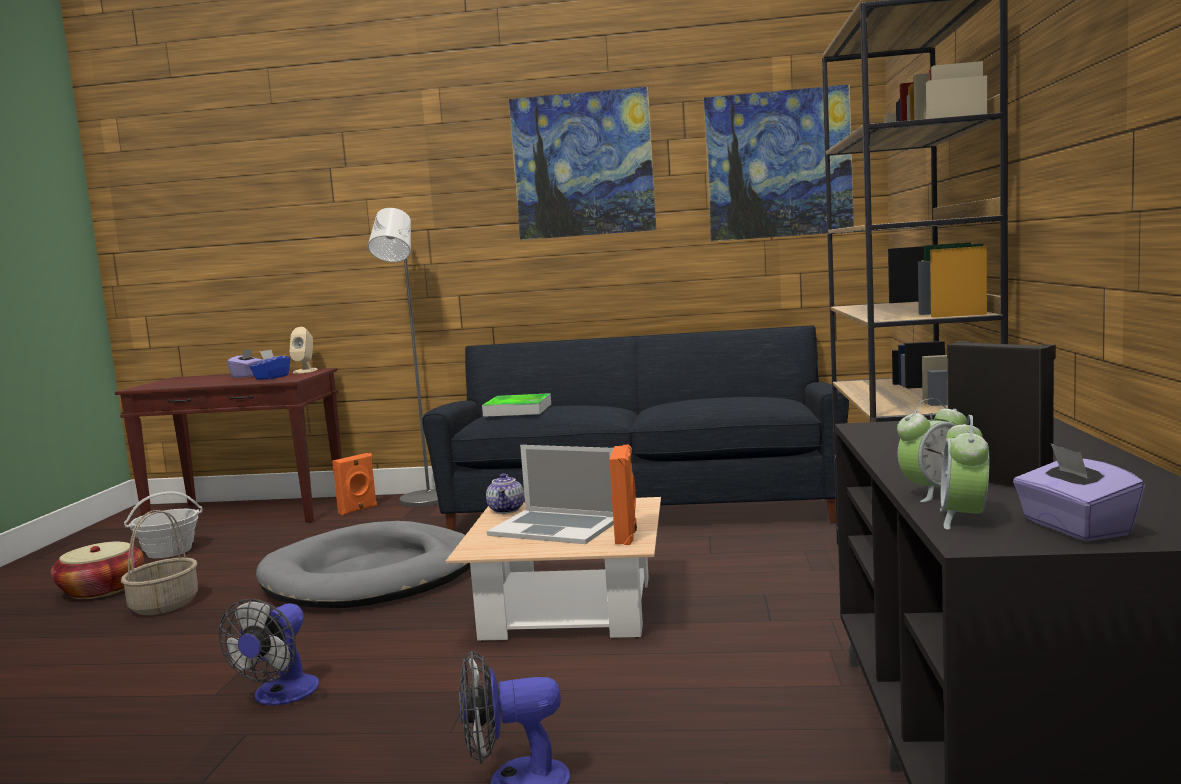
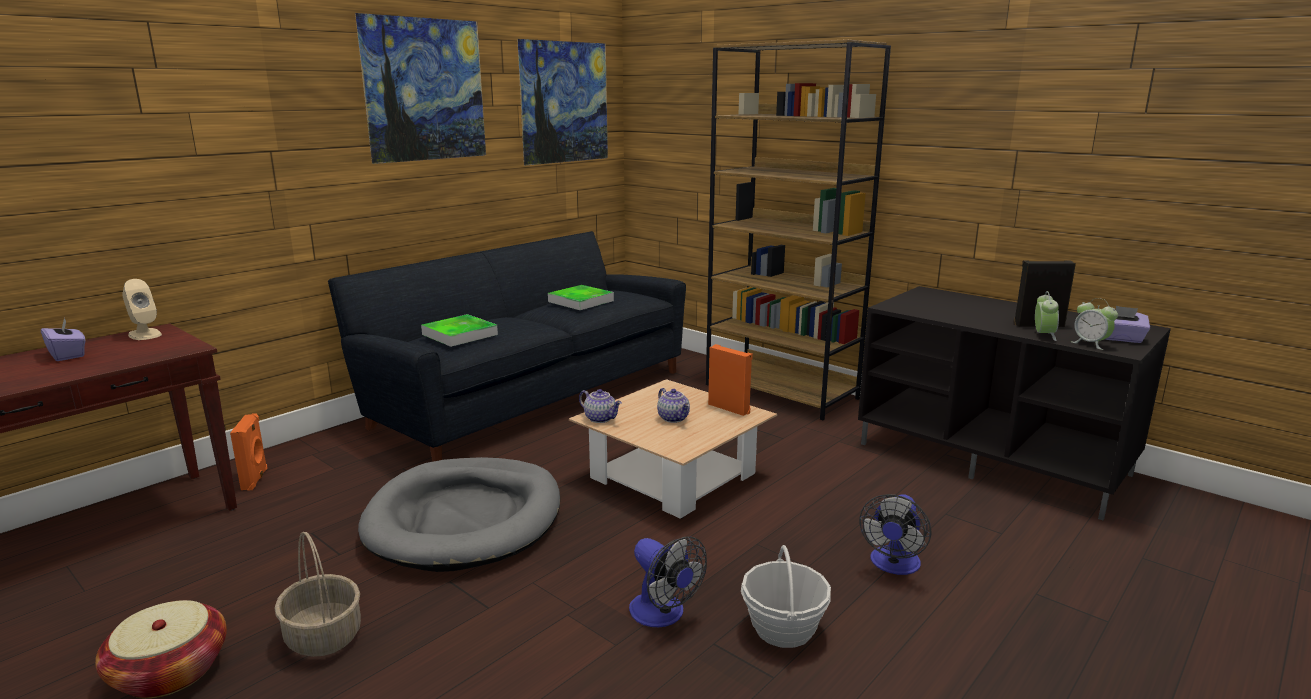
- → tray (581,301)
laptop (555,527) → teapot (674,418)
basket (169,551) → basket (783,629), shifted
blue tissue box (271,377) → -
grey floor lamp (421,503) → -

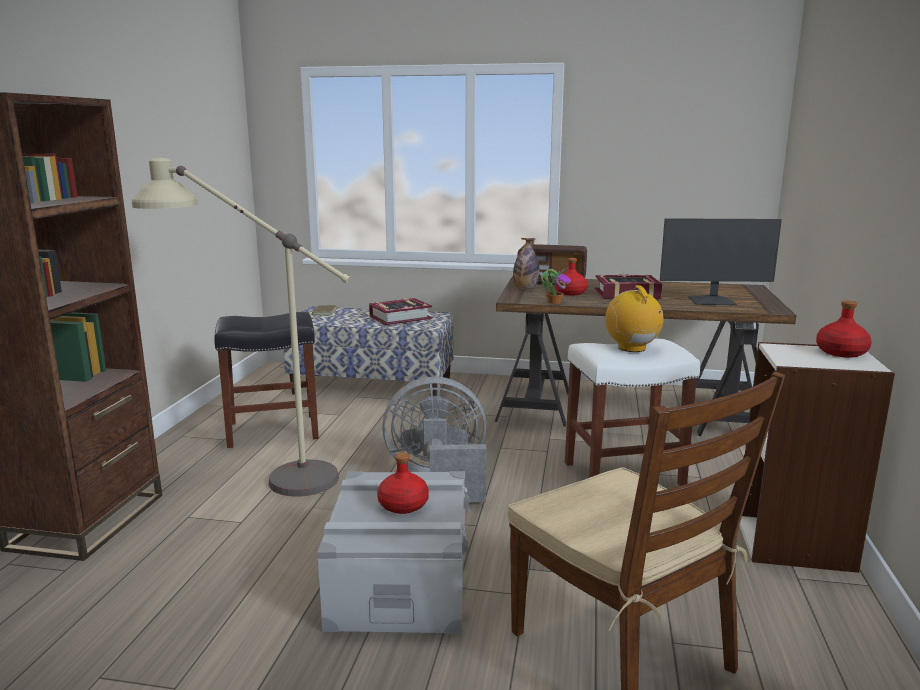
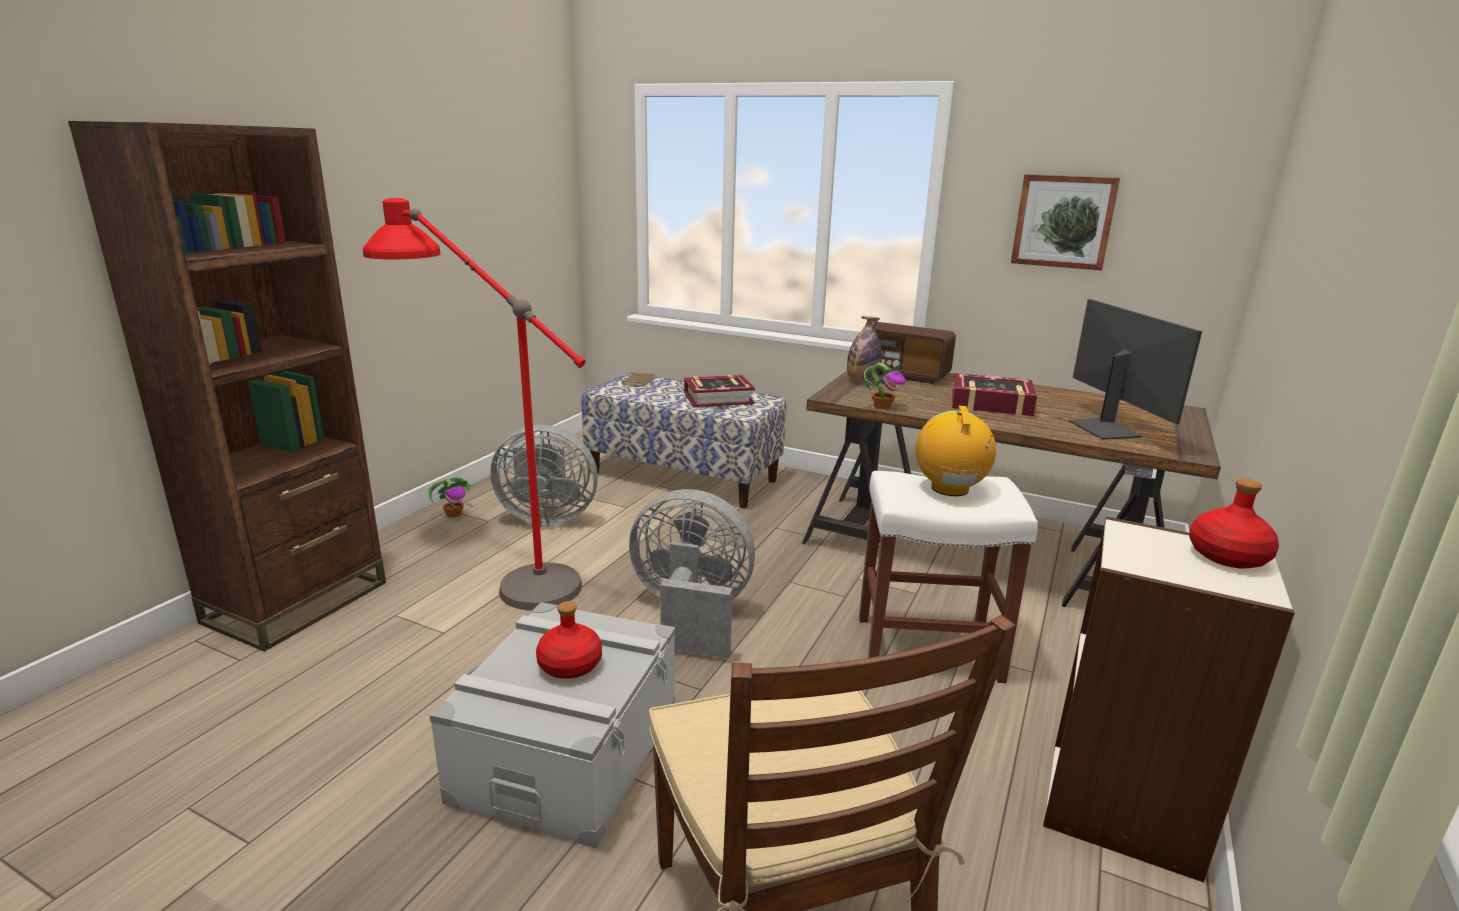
beige floor lamp (259,474) → red floor lamp (498,572)
- → potted plant (454,514)
black stool (274,430) → grey fan (546,517)
- → picture (1063,221)
monitor (712,301) → monitor (1105,429), 120 degrees counterclockwise
red bottle (570,293) → -

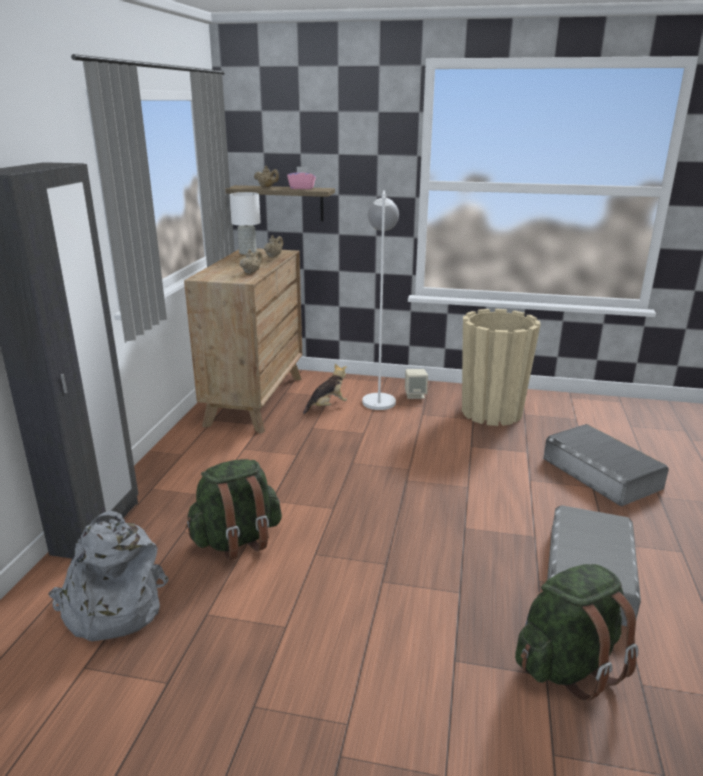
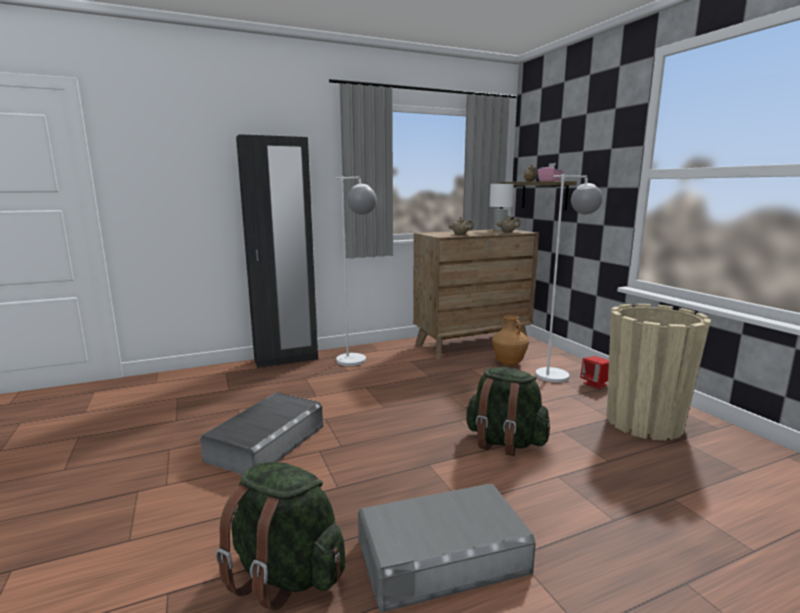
grey storage box (601,473) → grey storage box (267,443), shifted
- → white floor lamp (357,363)
green backpack (237,540) → green backpack (504,442), shifted
plush toy (327,406) → brown vase (508,363)
beige speaker (415,395) → red speaker (595,384)
grey backpack (112,608) → -

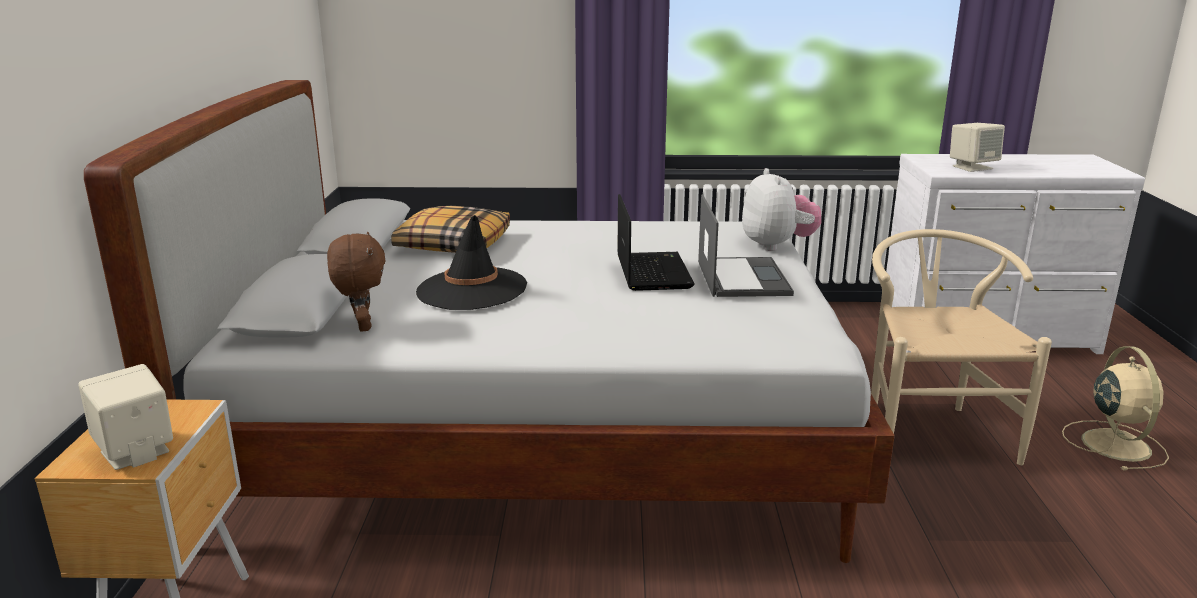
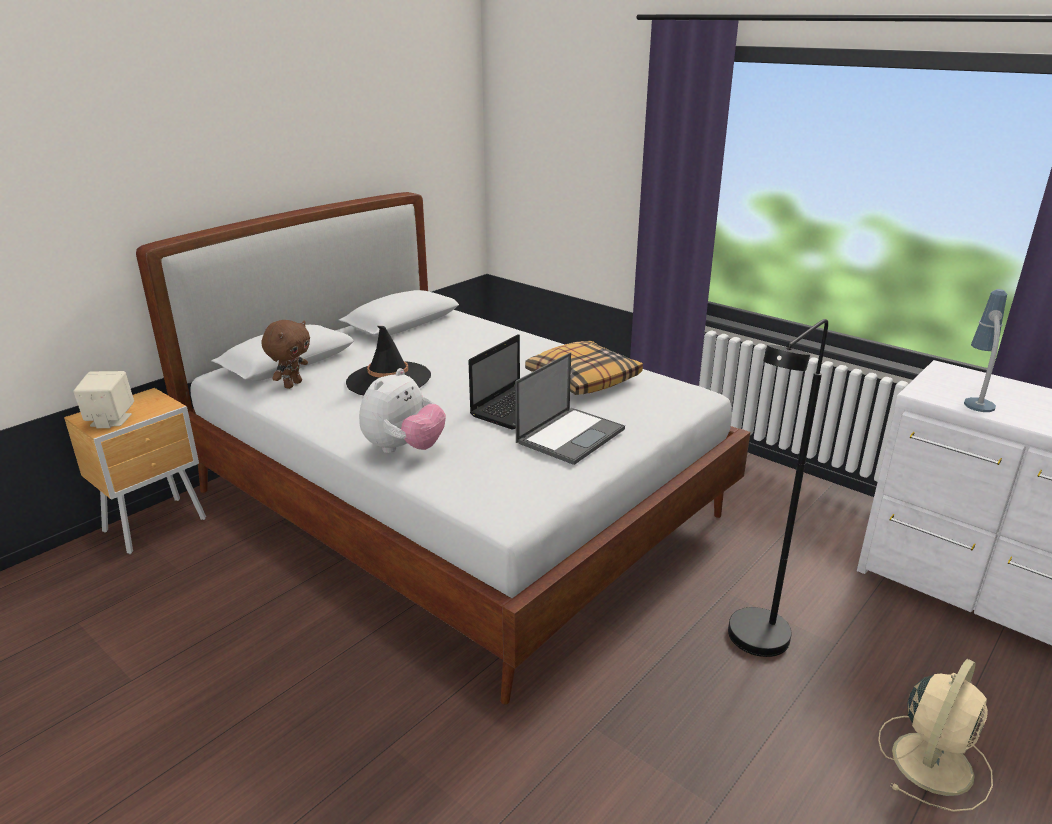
plush toy (777,246) → plush toy (404,449), shifted
pillow (453,244) → pillow (582,379), shifted
beige chair (929,429) → black floor lamp (753,646)
beige speaker (972,167) → table lamp (975,397)

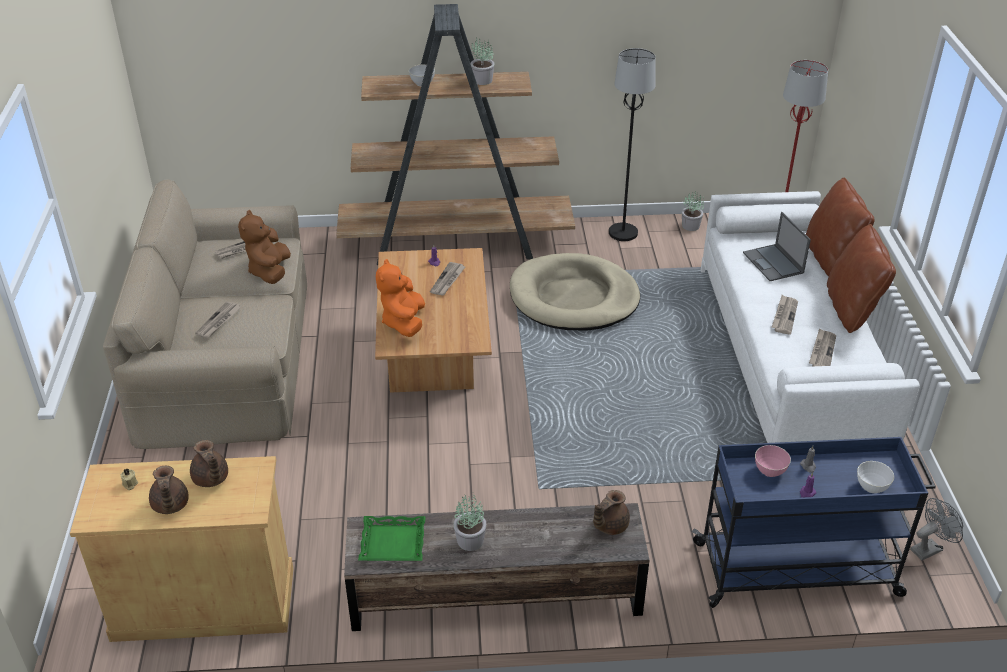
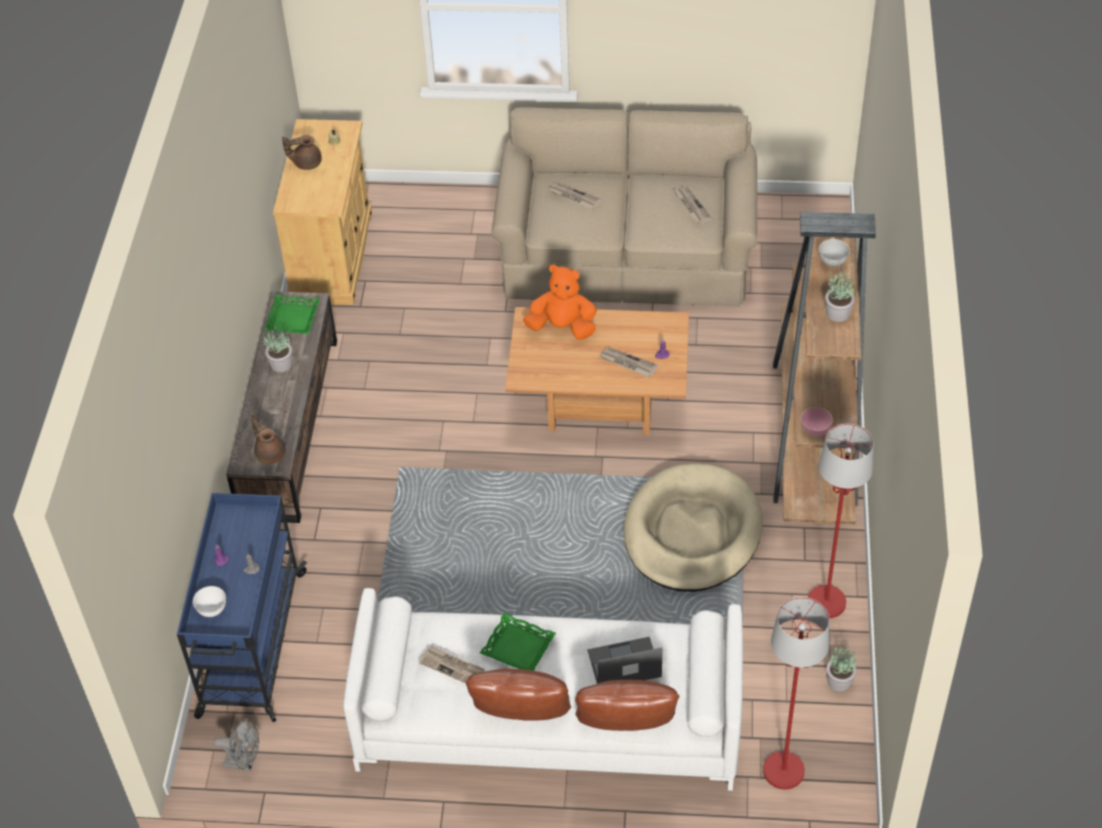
grey fan (929,548) → grey fan (244,762), 60 degrees counterclockwise
newspaper (784,316) → green tray (518,647)
pink bowl (769,471) → pink bowl (815,430), shifted
black floor lamp (623,233) → red floor lamp (826,603)
brown teapot (211,479) → -
brown plush toy (270,271) → -

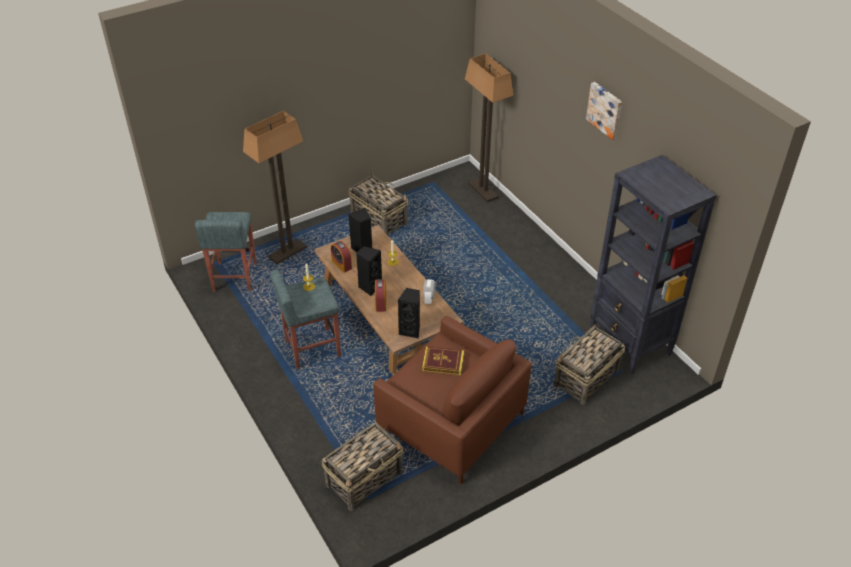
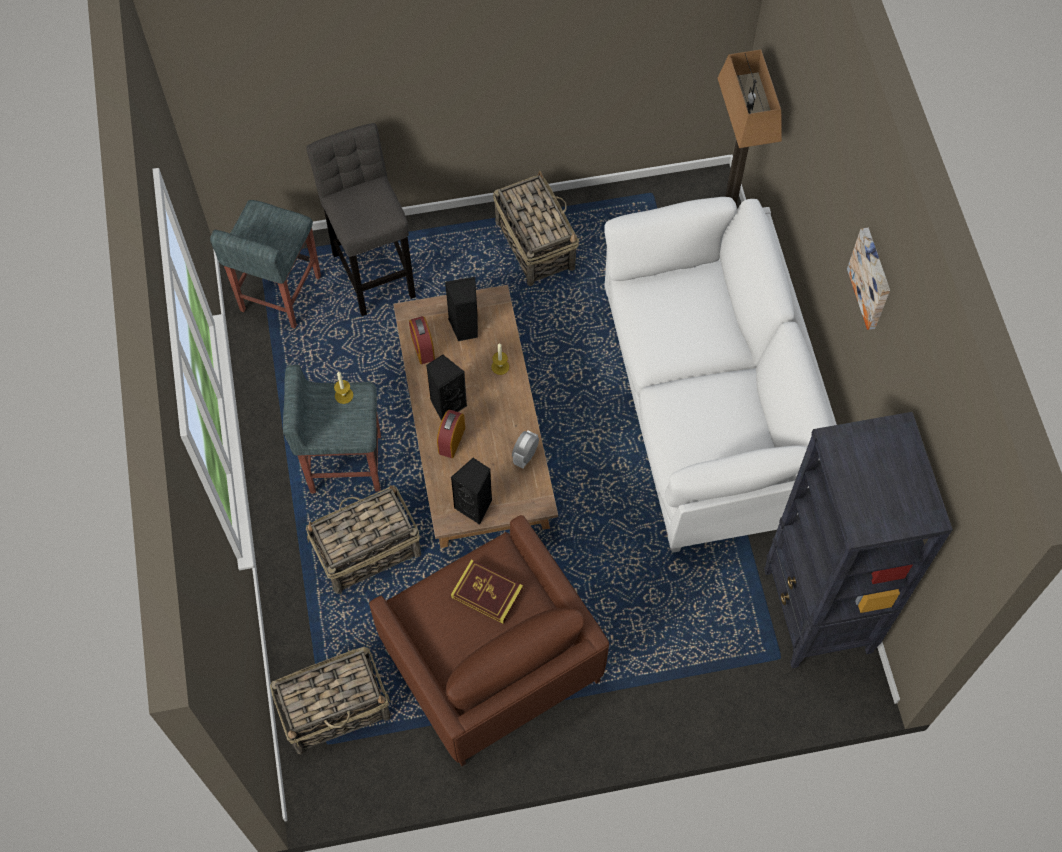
floor lamp (288,252) → grey stool (373,270)
basket (585,378) → basket (366,552), shifted
- → white sofa (711,408)

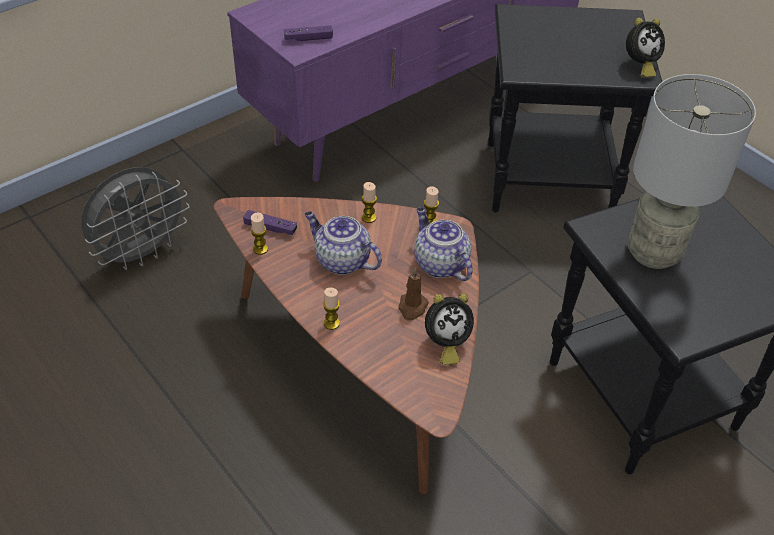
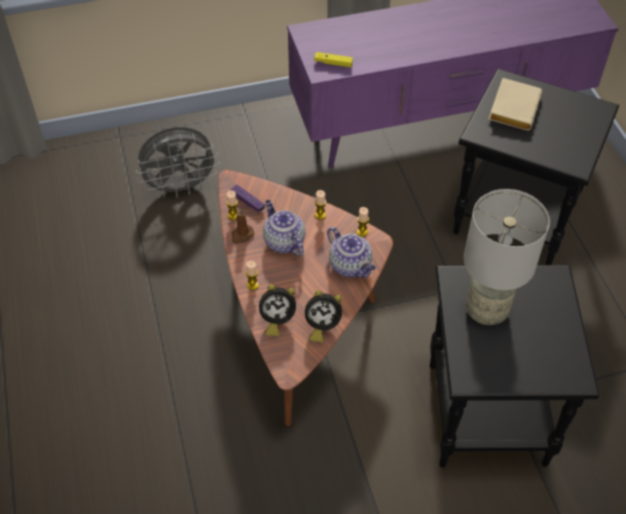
brown candle (412,307) → brown candle (242,235), shifted
alarm clock (639,66) → alarm clock (276,320), shifted
purple game controller (308,38) → yellow game controller (333,63)
teapot (439,264) → teapot (351,266), 150 degrees clockwise
- → beige book (512,107)

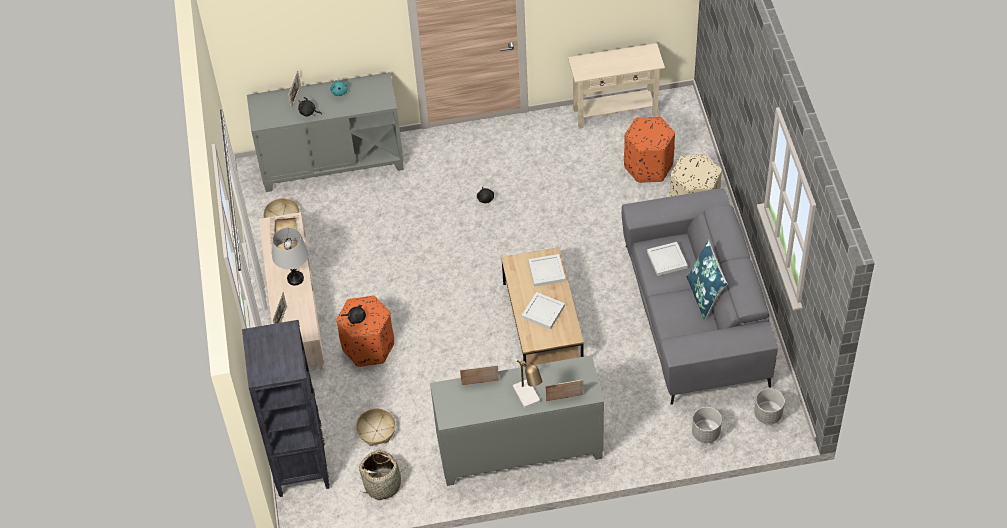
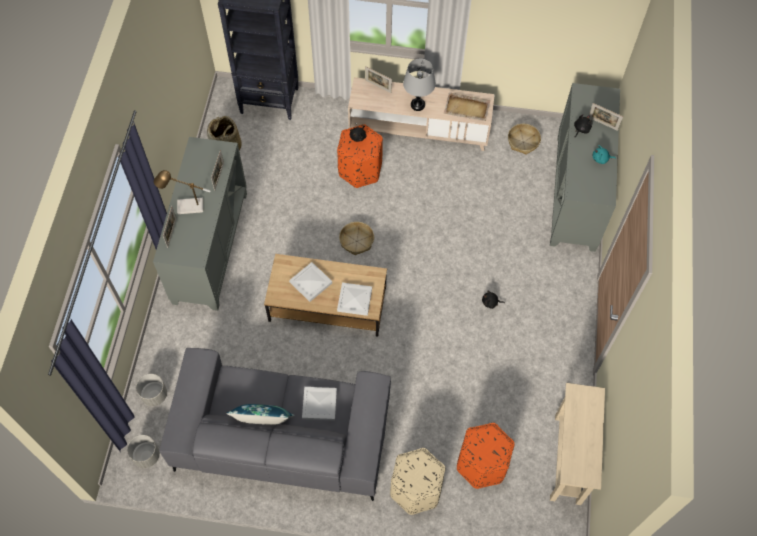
basket (376,431) → basket (356,241), shifted

